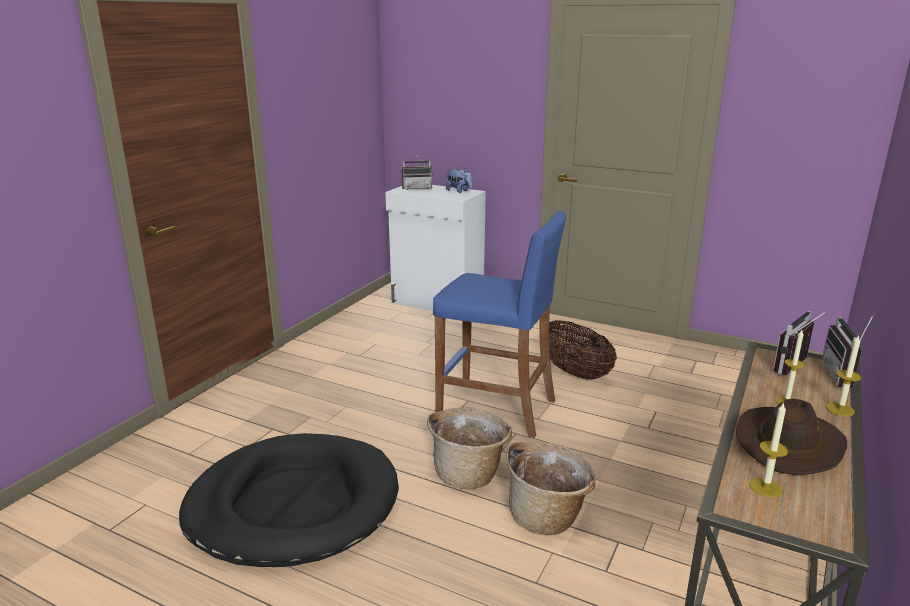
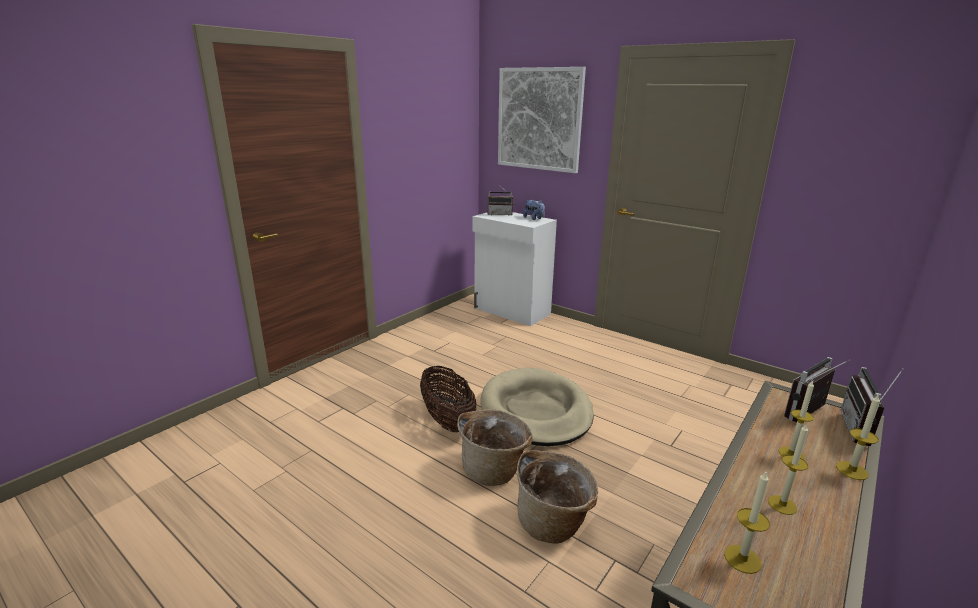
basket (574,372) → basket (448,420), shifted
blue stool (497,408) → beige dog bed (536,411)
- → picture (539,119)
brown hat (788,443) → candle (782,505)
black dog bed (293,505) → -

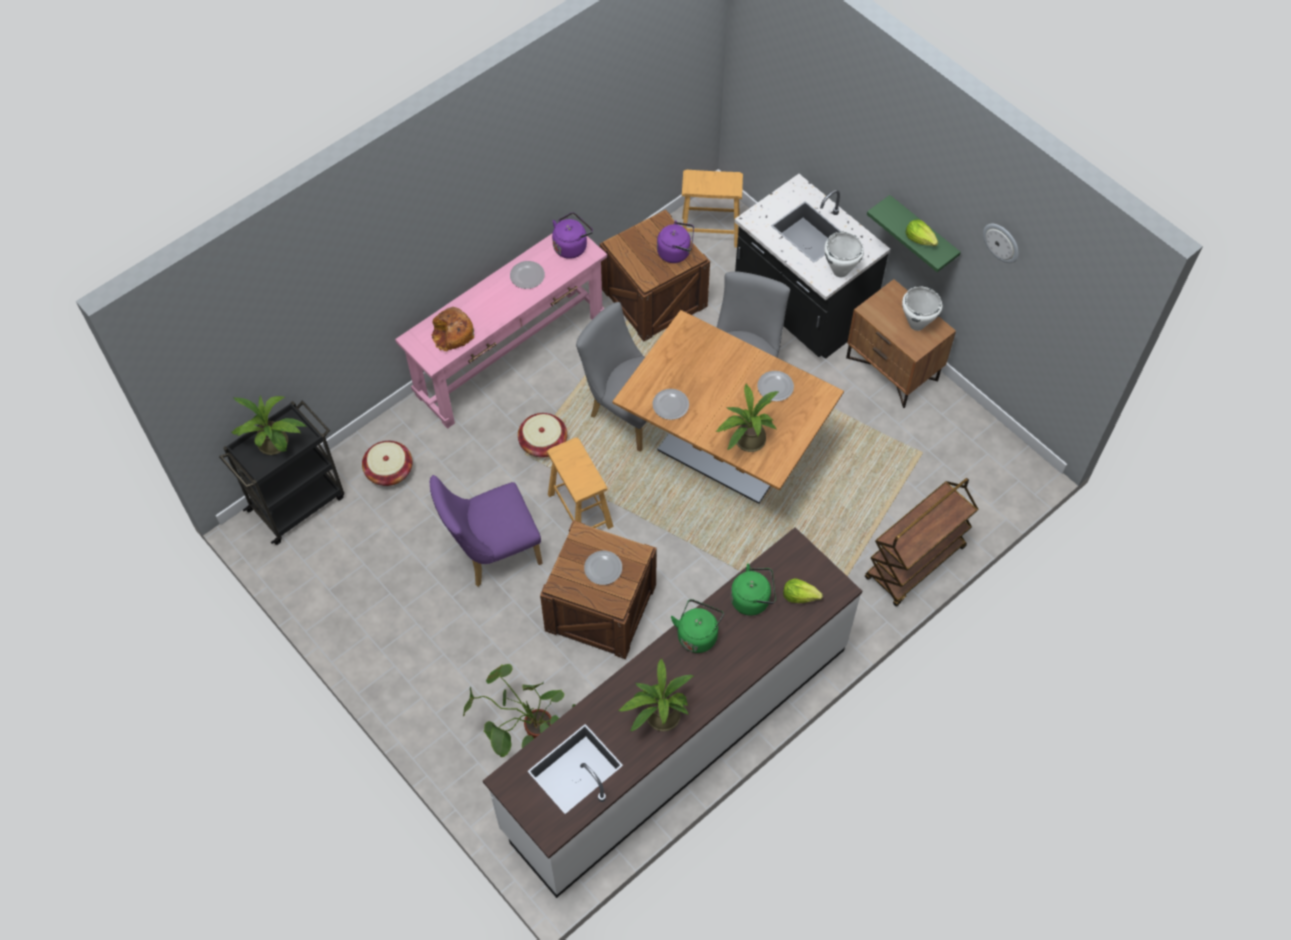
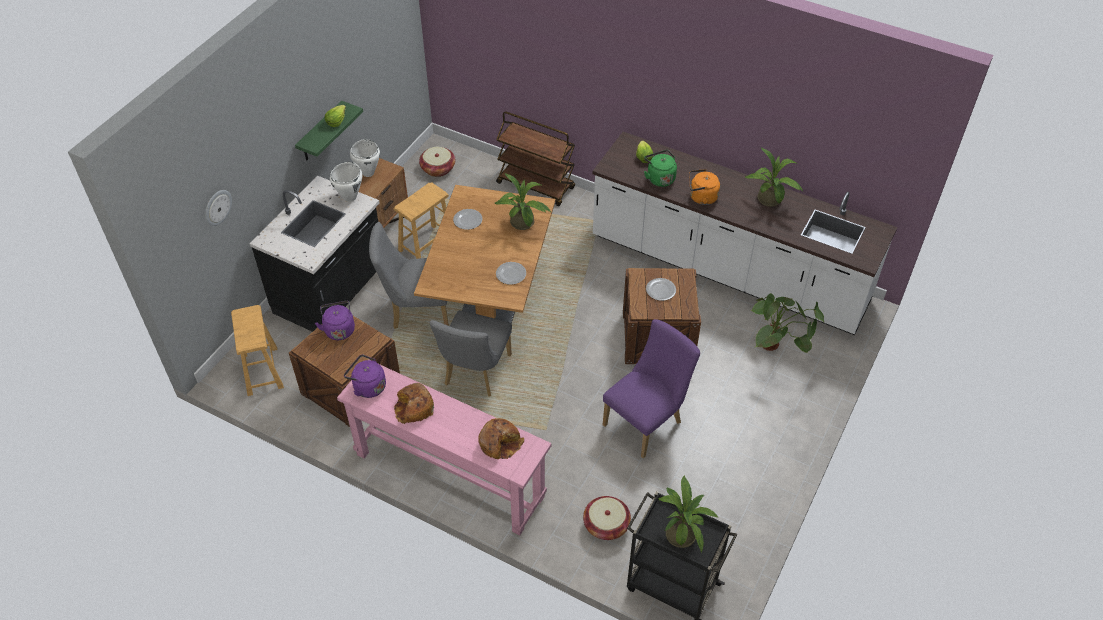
wall clock (1002,242) → wall clock (217,207), shifted
brown stool (580,510) → brown stool (426,245), shifted
plate (527,276) → bread (414,408)
basket (543,442) → basket (438,169), shifted
purple chair (491,553) → purple chair (647,421), 90 degrees counterclockwise
green kettle (697,634) → orange kettle (701,197)

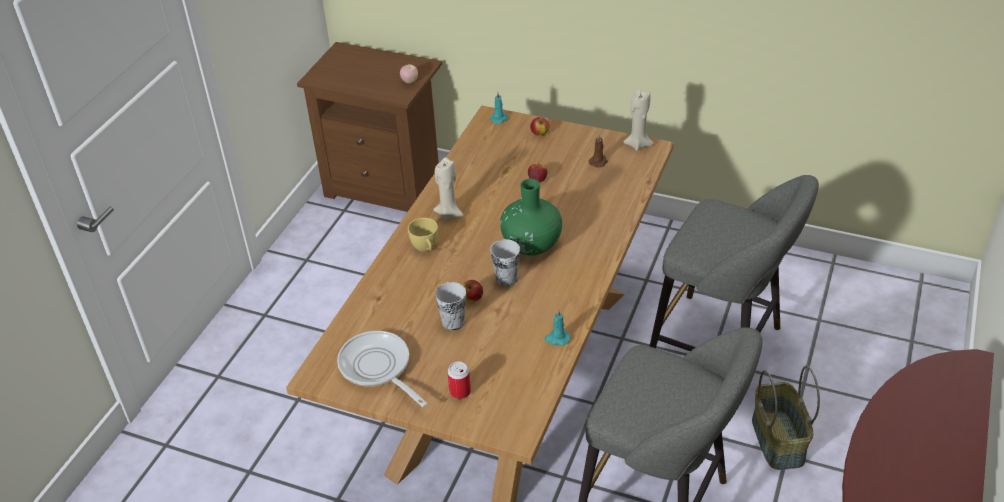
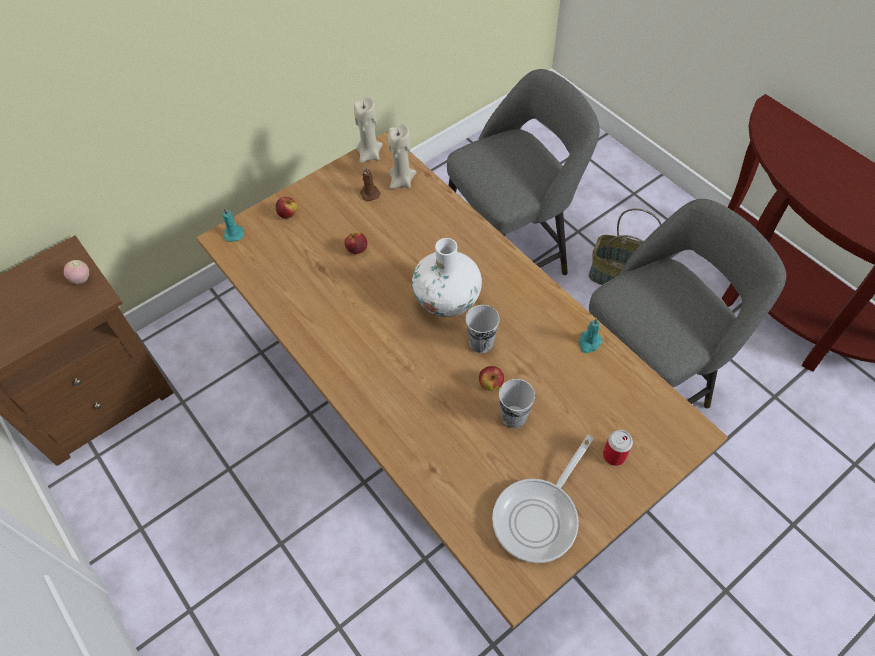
beige candle (449,213) → beige candle (401,181), shifted
green vase (531,244) → white vase (447,300)
frying pan (378,368) → frying pan (539,516), 45 degrees counterclockwise
yellow cup (426,248) → -

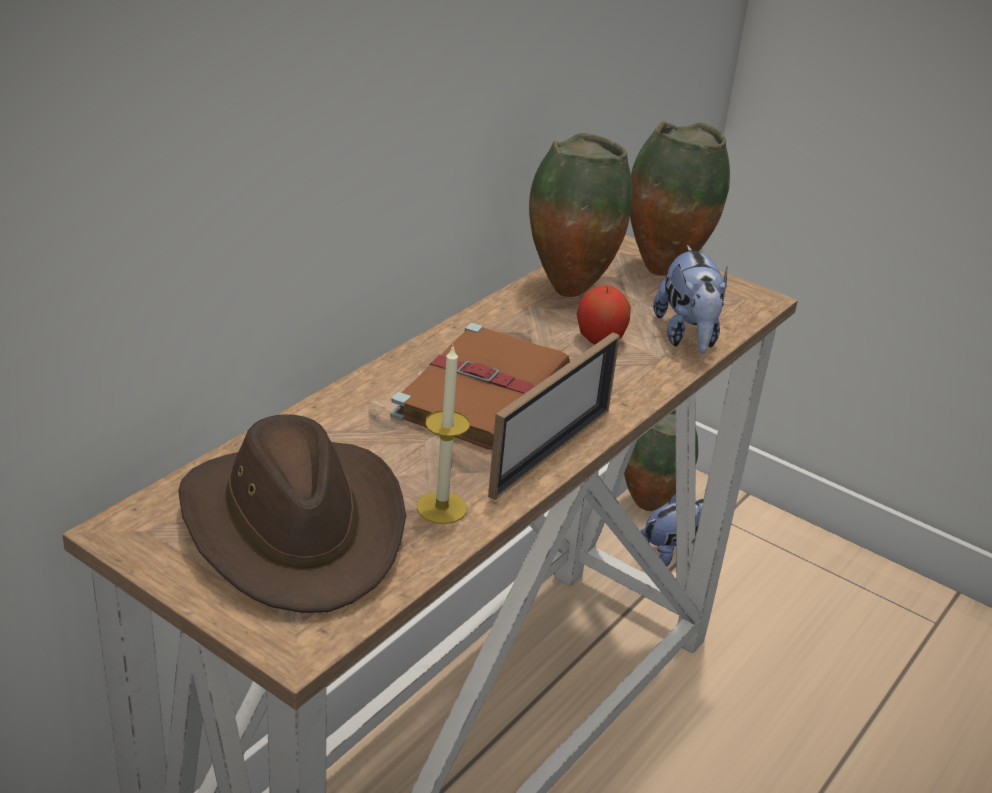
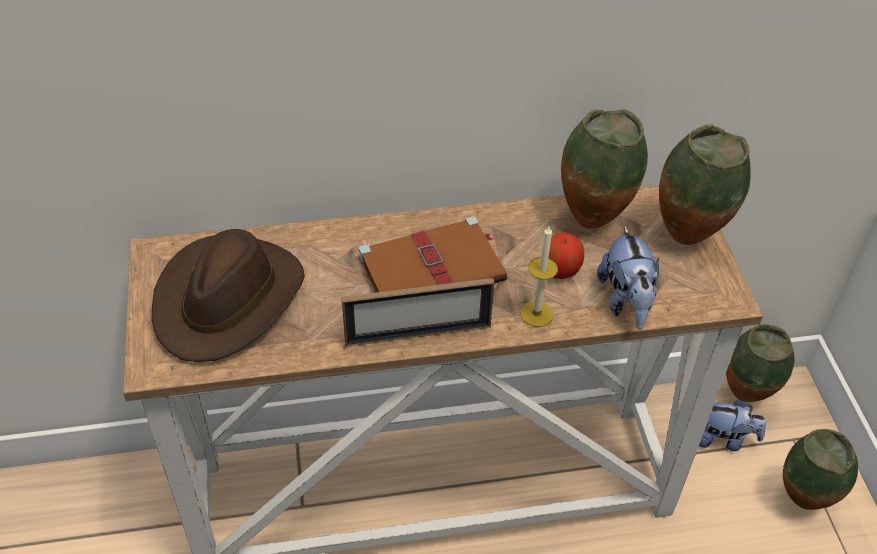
candle (441,508) → candle (536,314), shifted
plush toy (688,336) → plush toy (626,301), 45 degrees counterclockwise
- → vase (802,503)

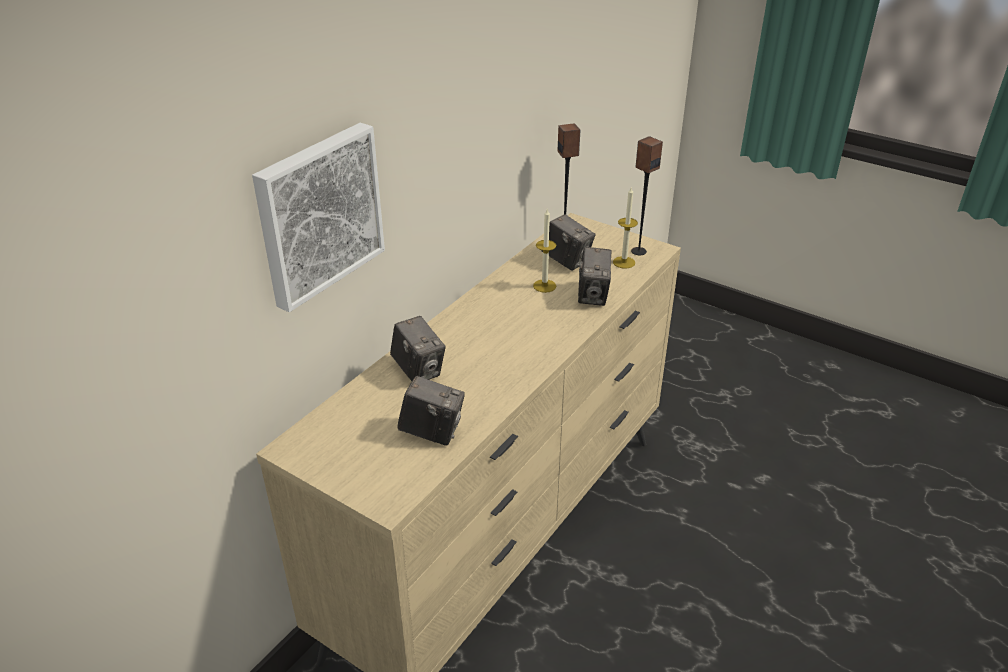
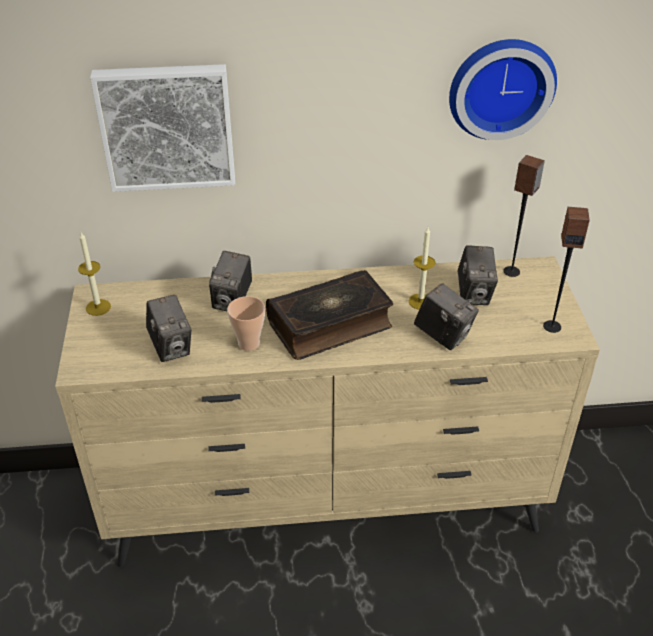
candle (624,262) → candle (98,307), shifted
- → cup (249,344)
- → book (330,325)
photo camera (593,296) → photo camera (443,335), 105 degrees counterclockwise
- → wall clock (500,86)

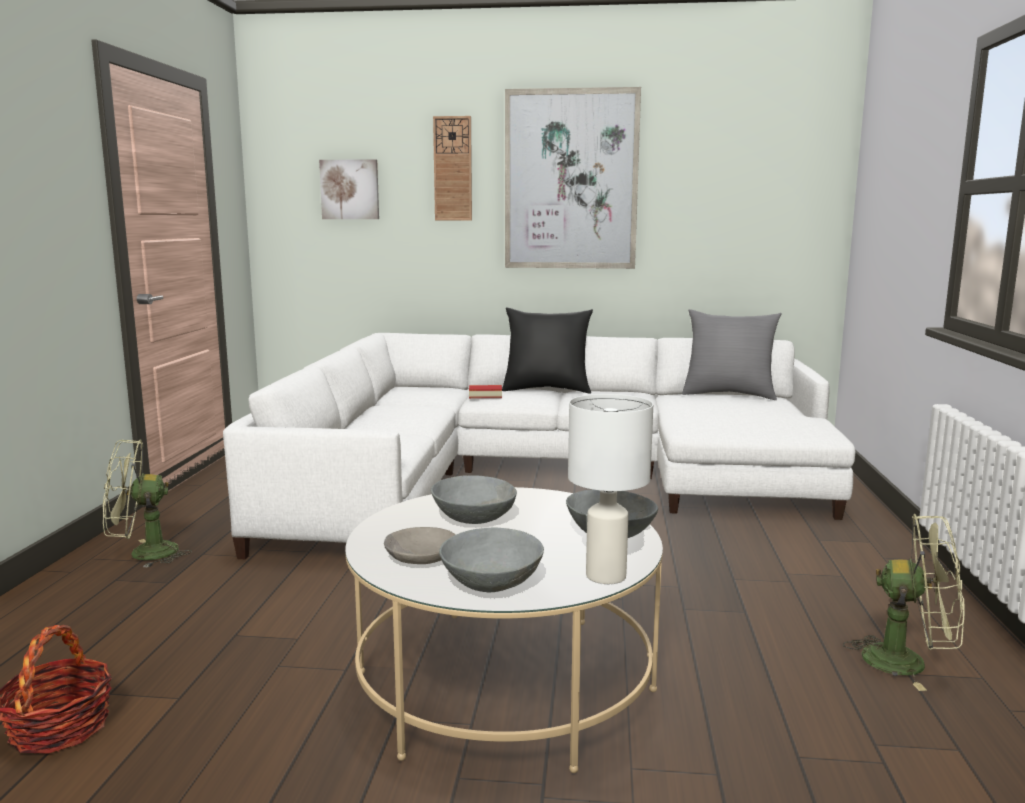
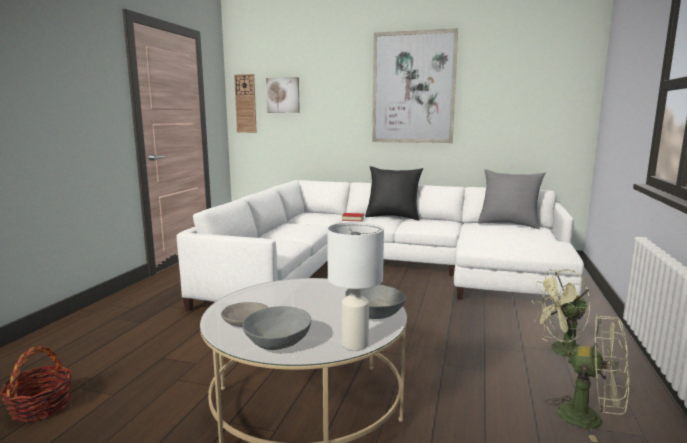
wall clock (453,169) → wall clock (245,103), shifted
green fan (143,554) → green fan (561,352), shifted
grey bowl (472,518) → -

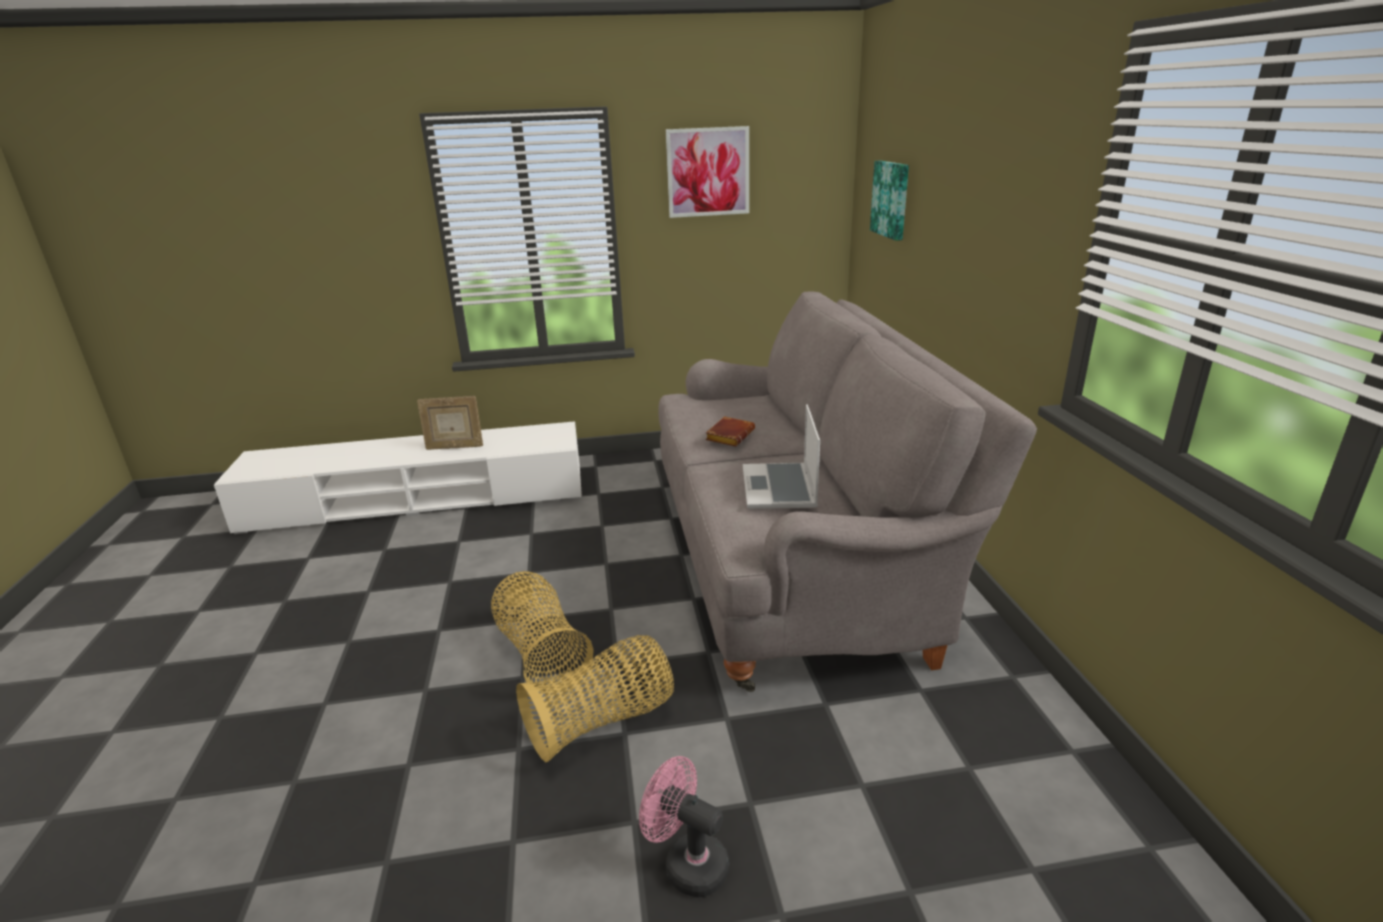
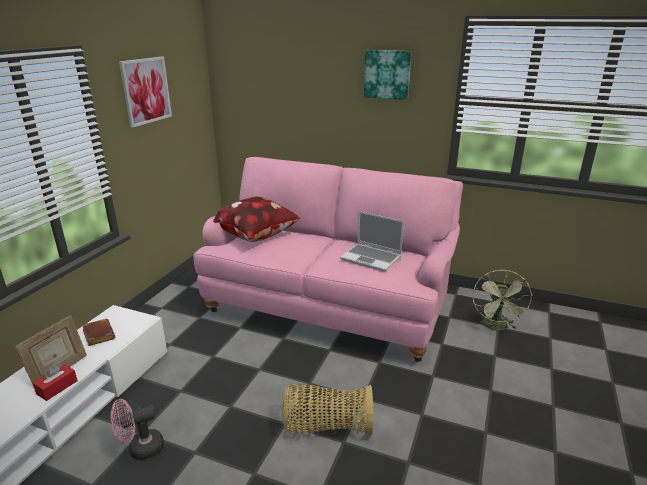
- → red tissue box (57,387)
brown book (729,435) → brown book (97,335), shifted
pink fan (687,863) → pink fan (140,449), shifted
grey sofa (796,559) → pink sofa (329,305)
- → pillow (258,237)
picture (891,199) → picture (387,74), shifted
- → green fan (496,328)
basket (603,721) → -

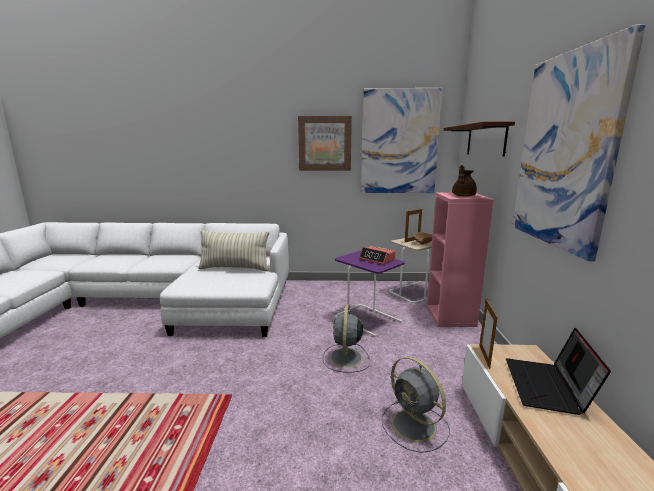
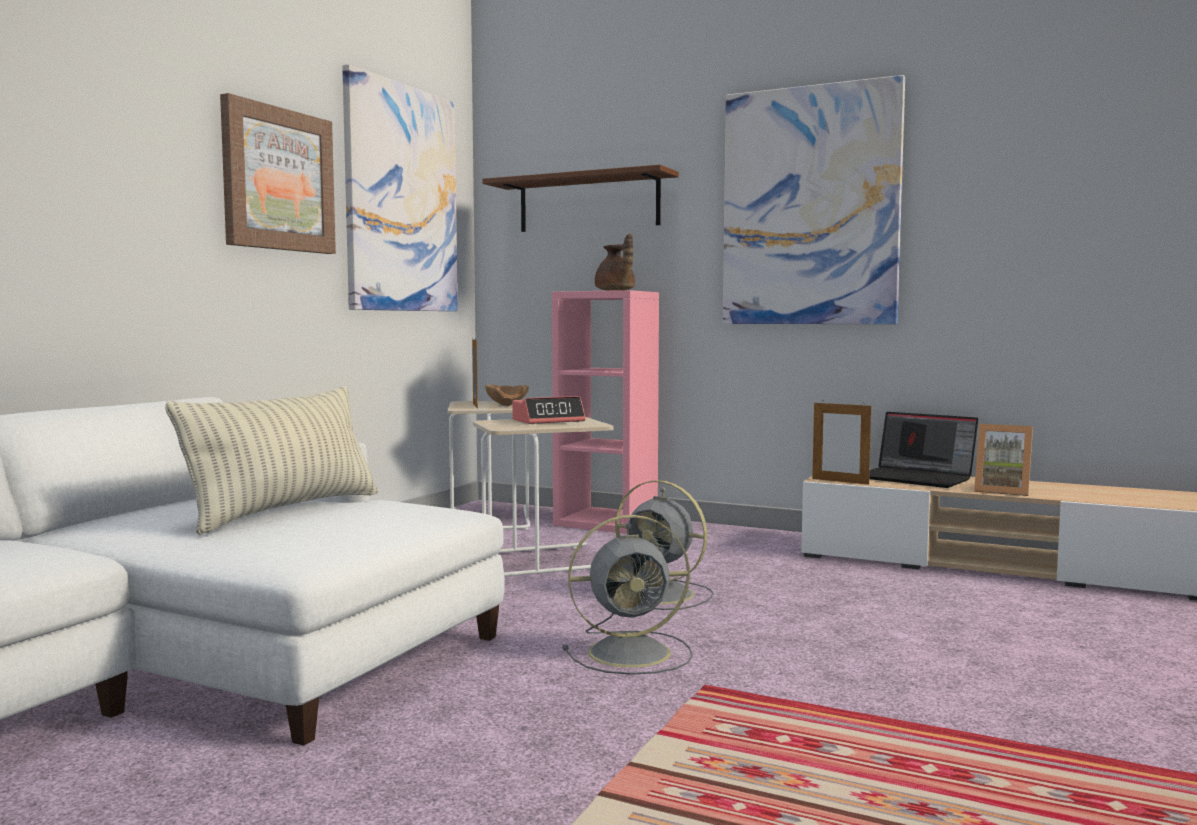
purple side table (368,319) → beige side table (544,561)
grey fan (415,426) → grey fan (633,652), shifted
- → picture frame (1002,491)

